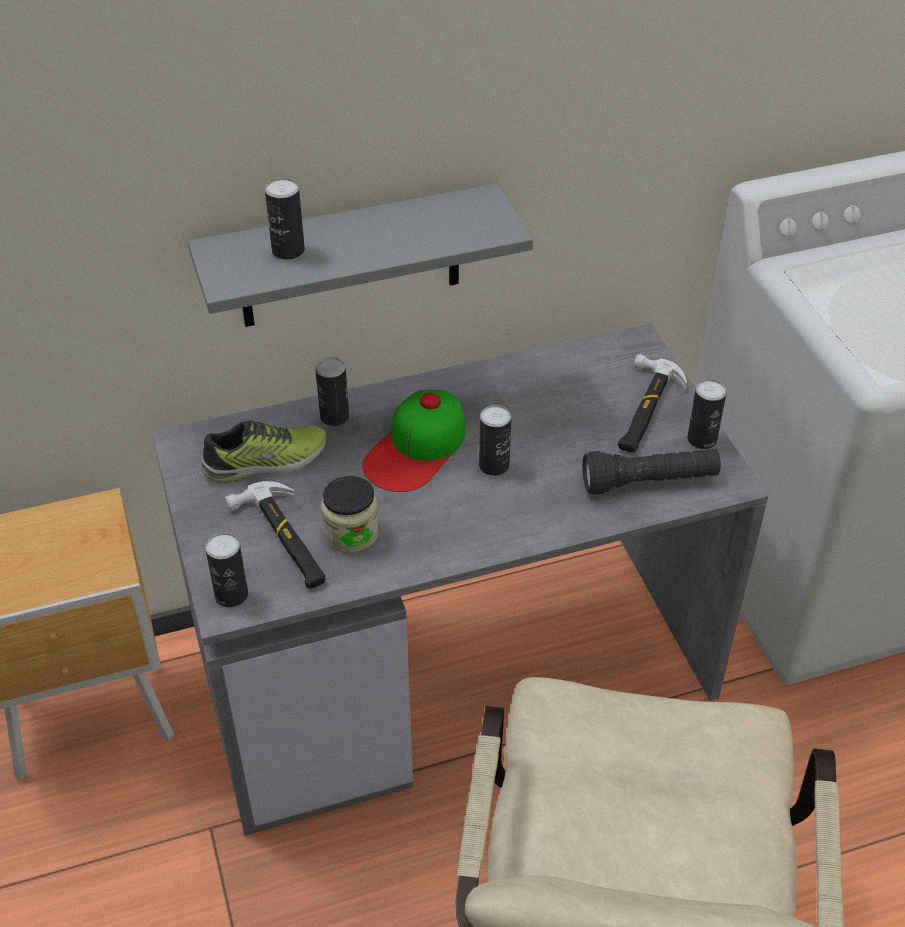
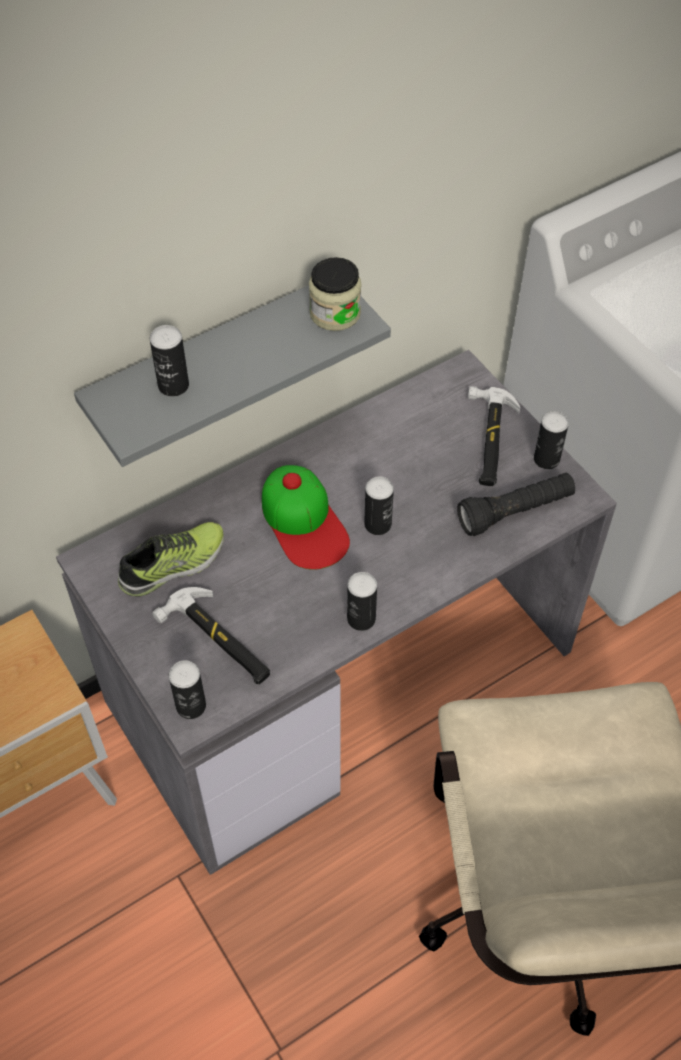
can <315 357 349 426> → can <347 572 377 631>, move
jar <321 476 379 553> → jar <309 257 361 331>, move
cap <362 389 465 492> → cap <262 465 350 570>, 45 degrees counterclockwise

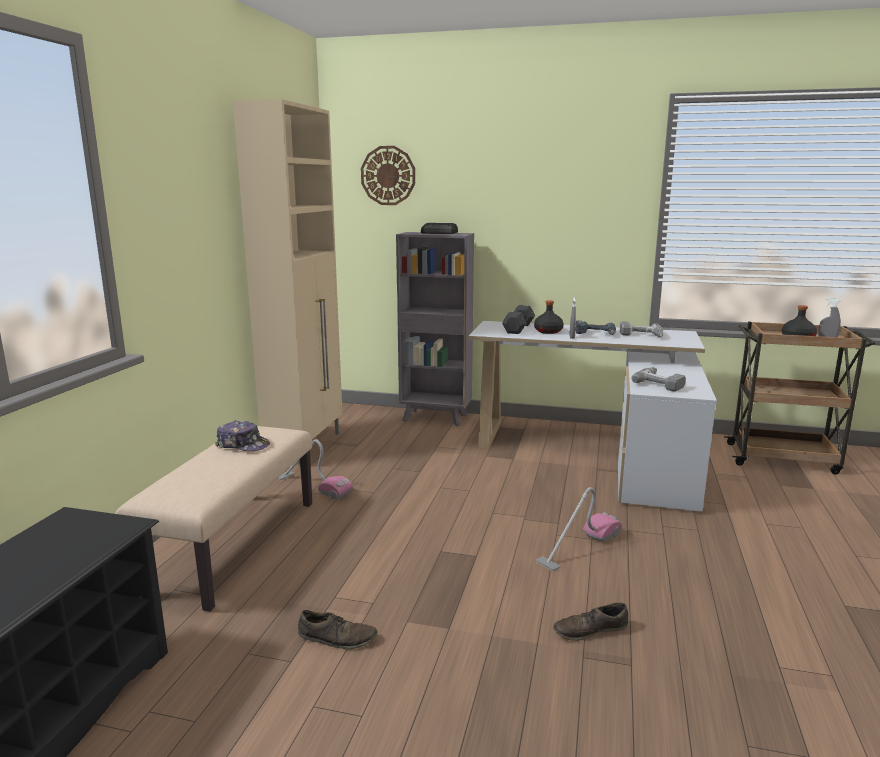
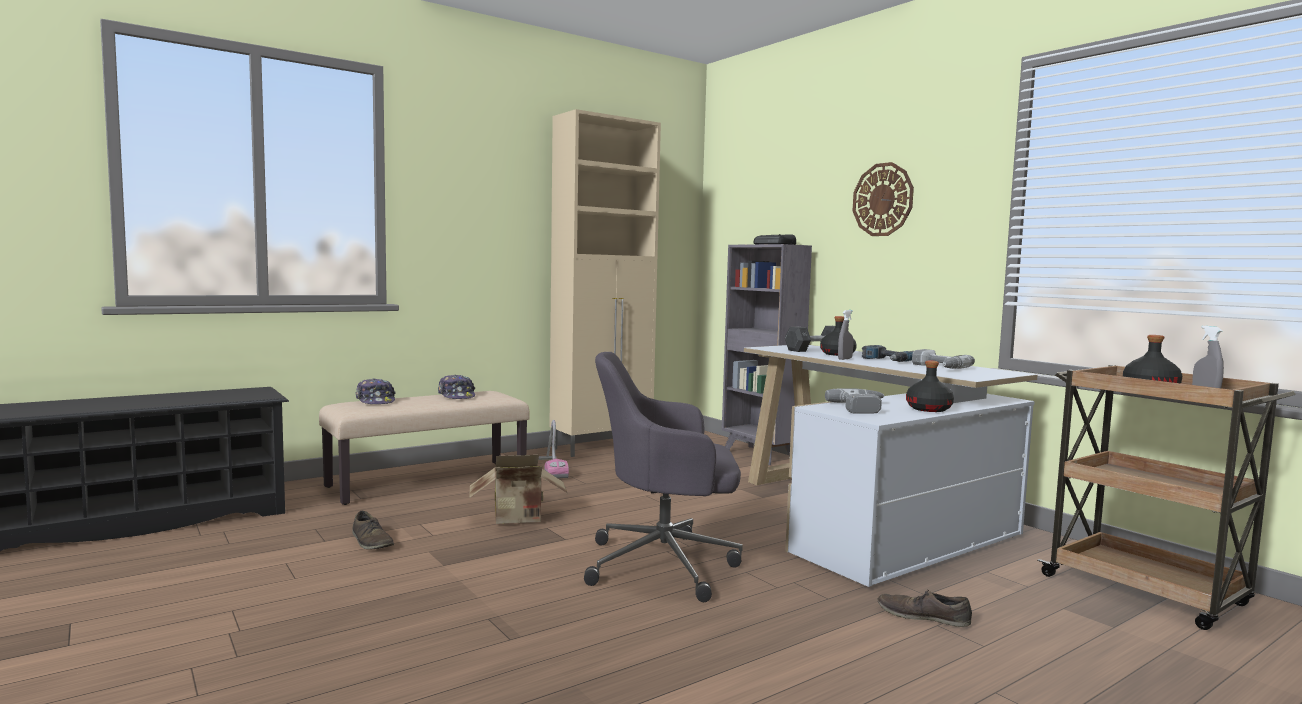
- → cap <356 378 396 404>
- → cardboard box <469 455 568 524>
- → black bottle <906 361 954 412>
wall clock <361 146 415 205> → wall clock <853 162 914 236>, move
brown shoe <553 602 628 641> → brown shoe <877 590 972 627>, move
vacuum cleaner <536 487 622 571> → grey office chair <584 352 743 602>

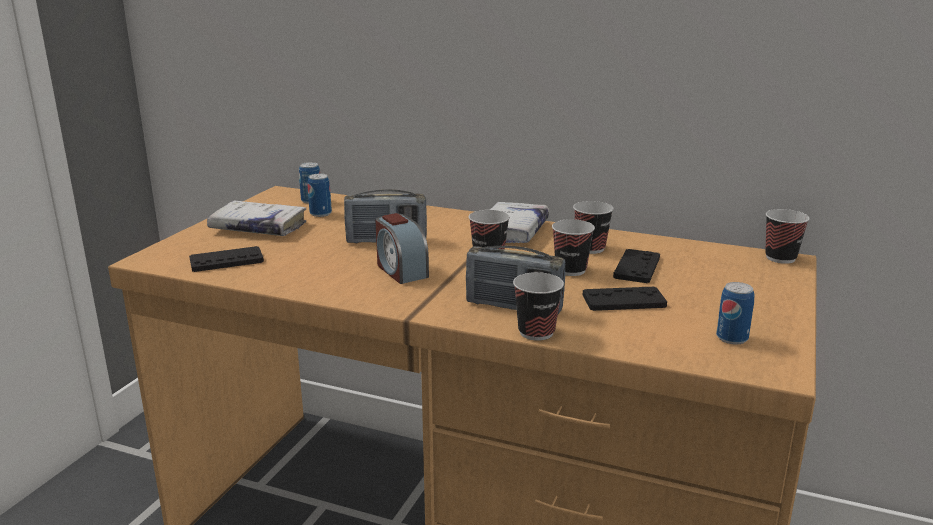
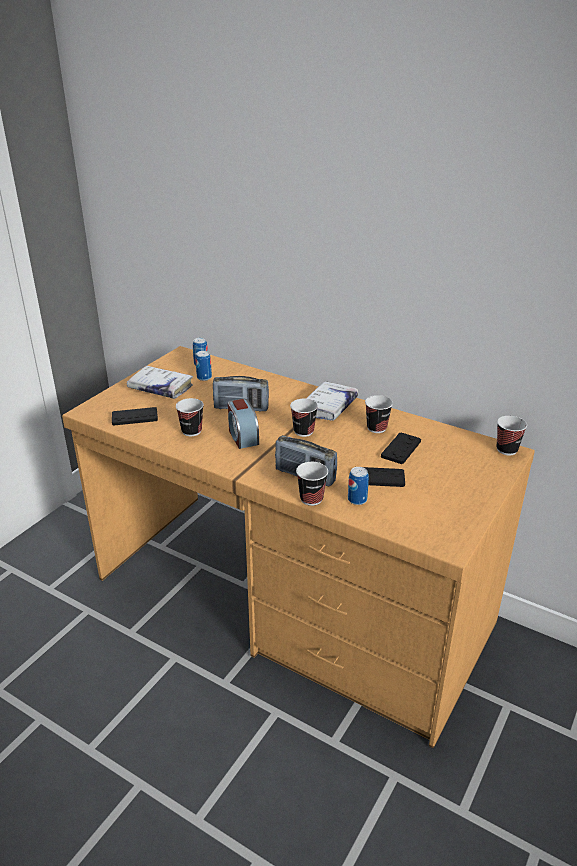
cup <552 219 595 276> → cup <176 398 204 436>, move
can <716 282 754 345> → can <348 467 369 505>, move

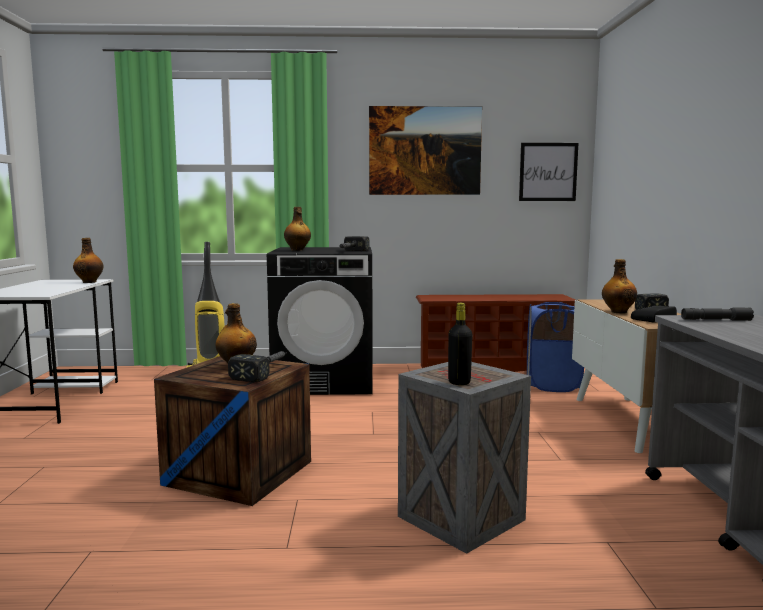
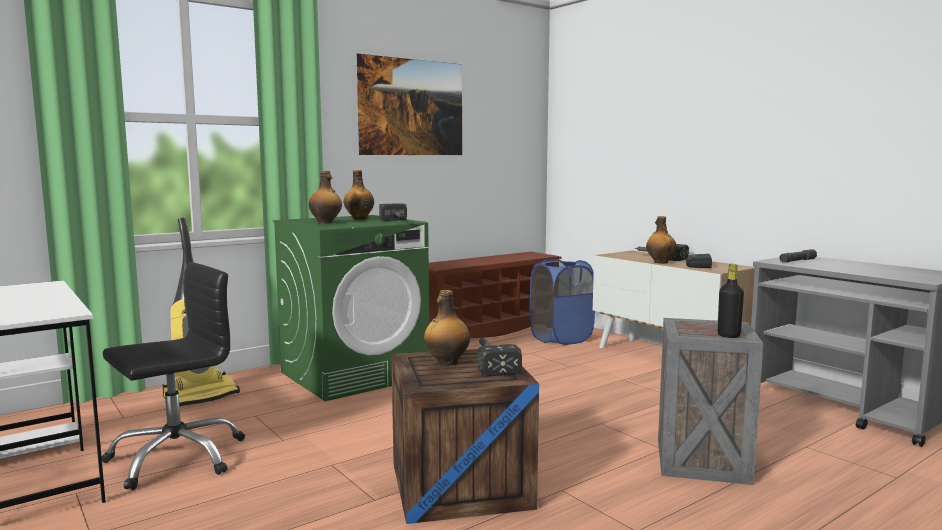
picture <519 143 578 201> → -
- → black office chair <101 262 245 490>
bottle <73 238 103 283> → bottle <344 170 374 220>, move
black washing machine <267 247 373 395> → green washing machine <273 215 429 401>

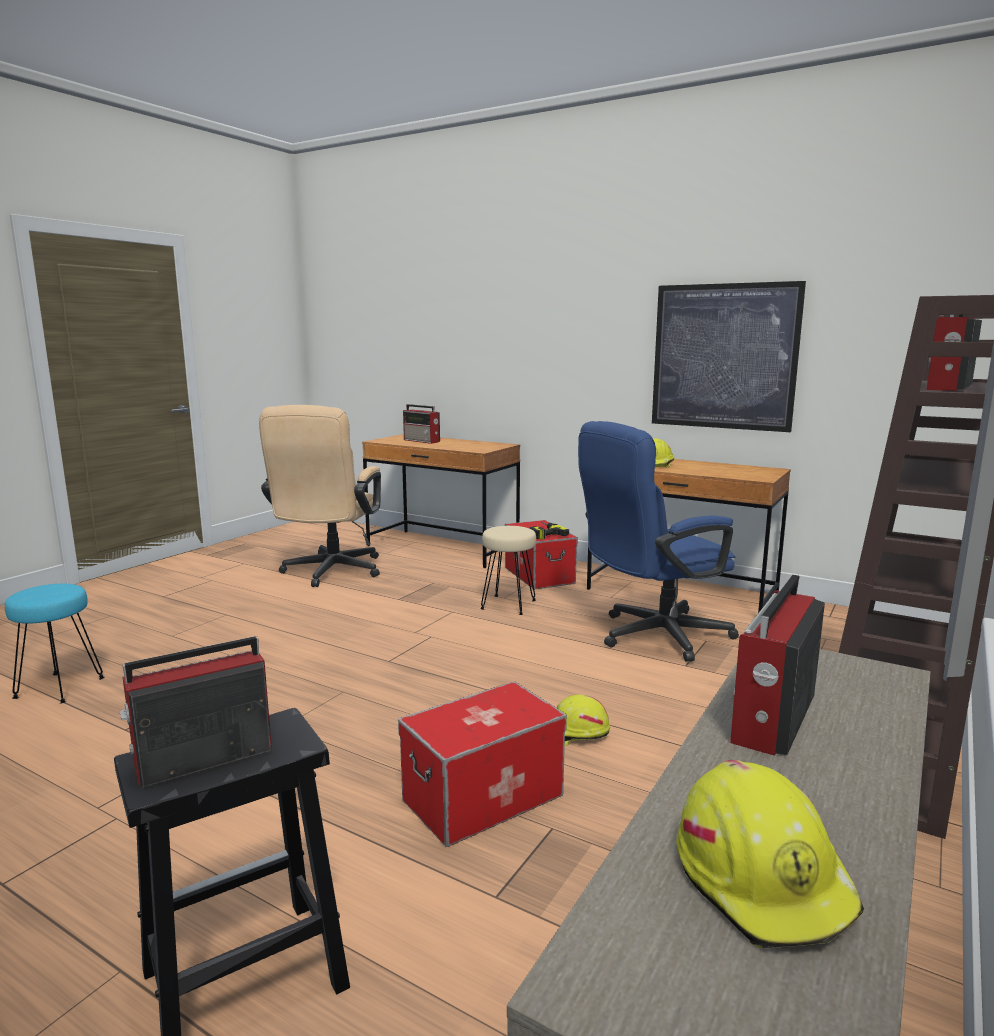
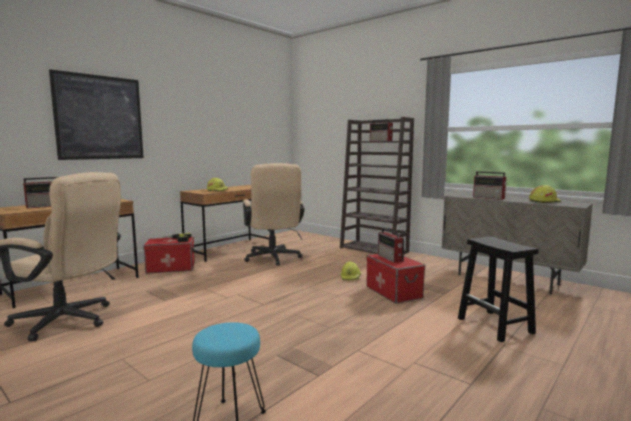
beige stool <480 526 536 615> → -
radio <120 636 272 787> → radio <378 228 404 263>, move
picture <652 281 806 432> → picture <49 69 144 160>, move
blue office chair <578 421 739 662> → beige office chair <243 163 305 266>

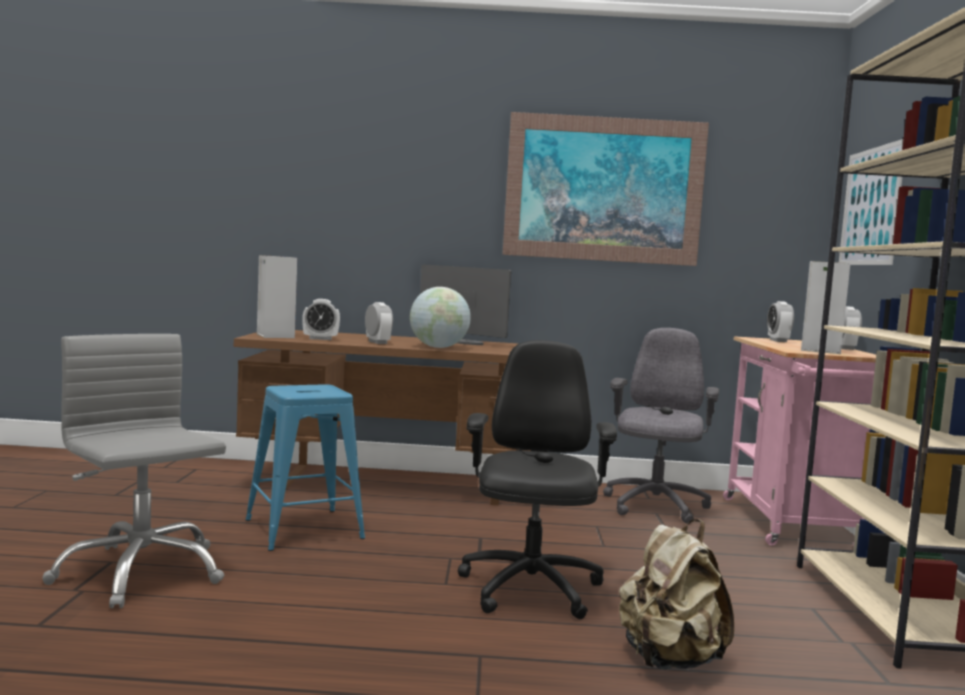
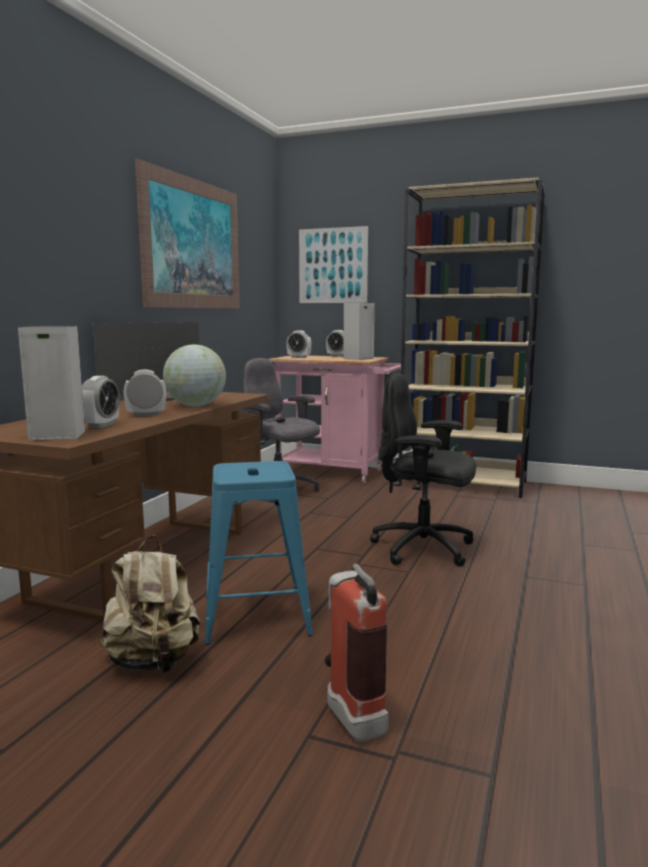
beige backpack <619 519 734 670> → beige backpack <99 535 201 673>, move
grey office chair <42 334 226 608> → fire extinguisher <325 563 388 742>

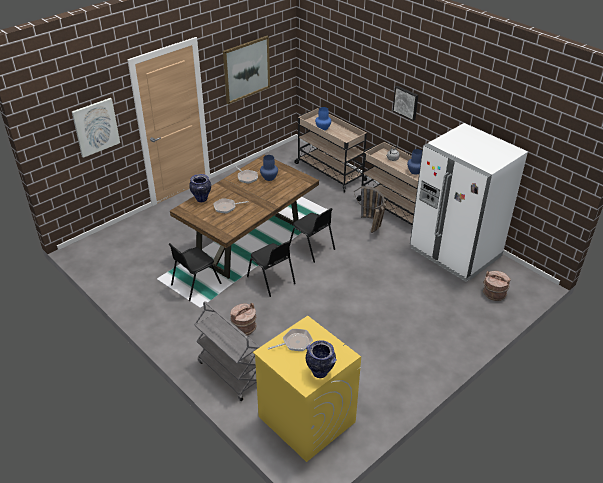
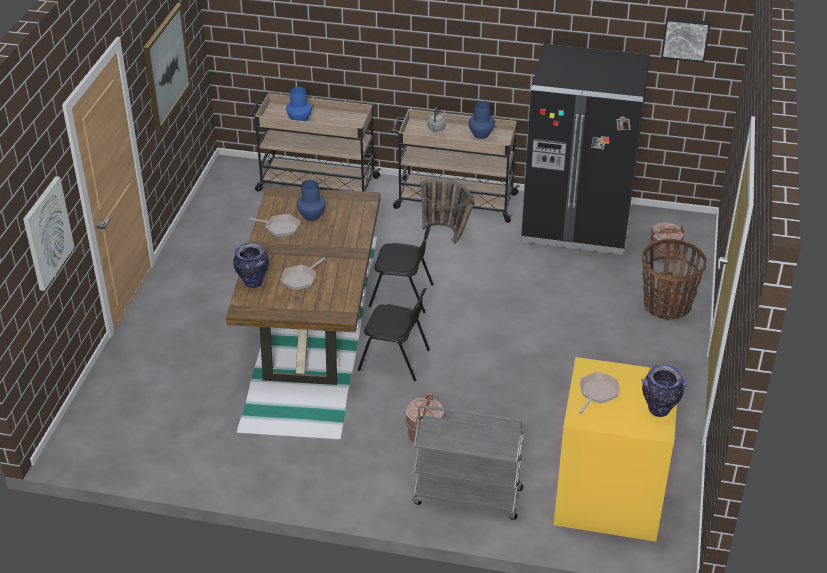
black chair <169 243 222 301> → -
- → basket <642 239 707 320>
picture <393 86 418 121> → picture <661 17 711 63>, move
white fridge <410 123 528 282> → black fridge <521 44 650 255>

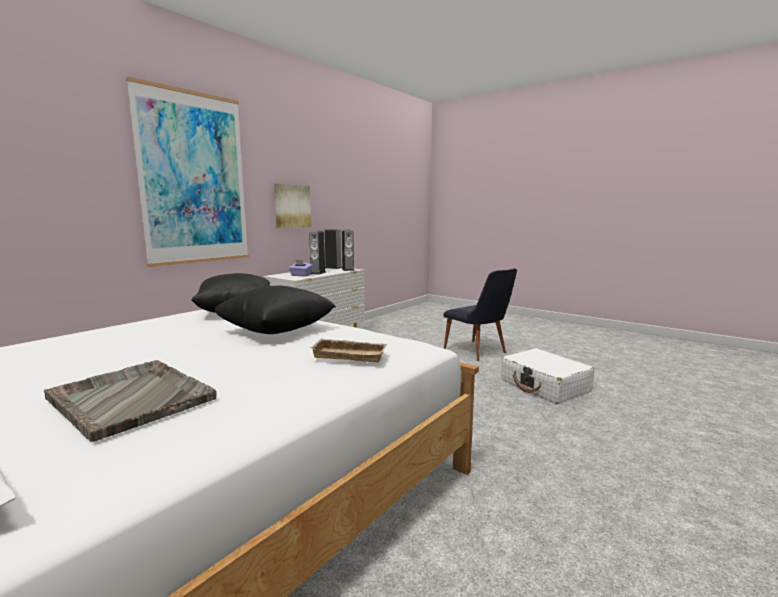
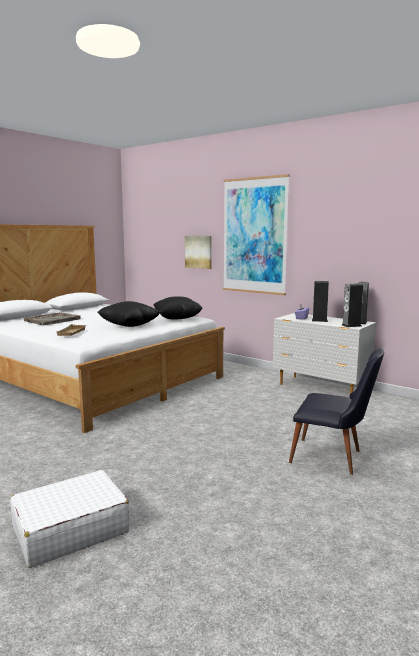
picture <274 184 311 228> → picture <185 236 212 269>, move
white suitcase <501 348 594 404> → white suitcase <10 470 130 568>, move
black chair <443 268 517 361> → black chair <289 348 384 475>, 120 degrees counterclockwise

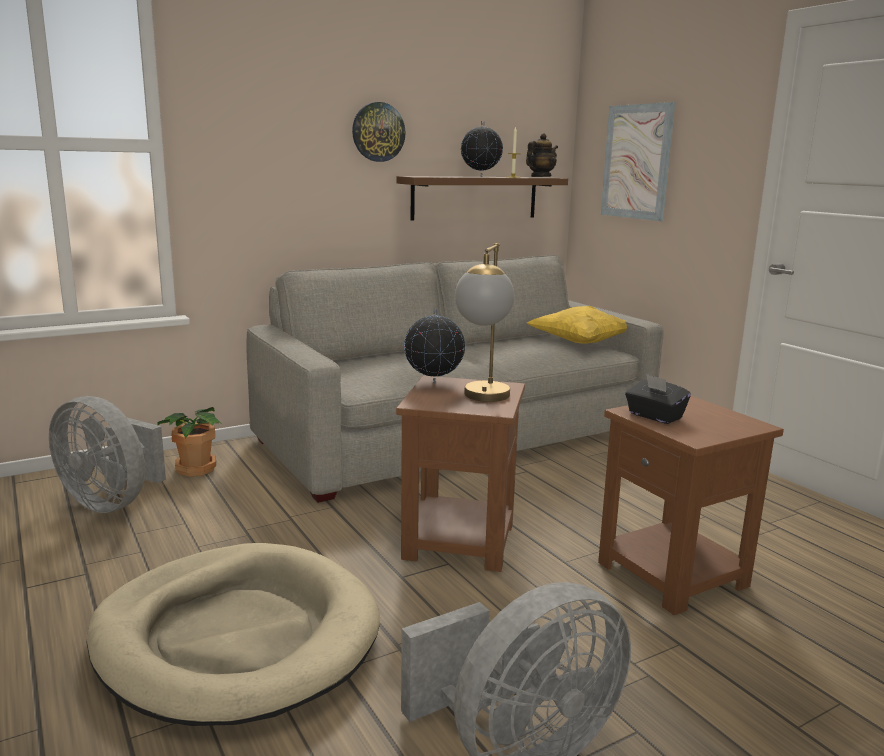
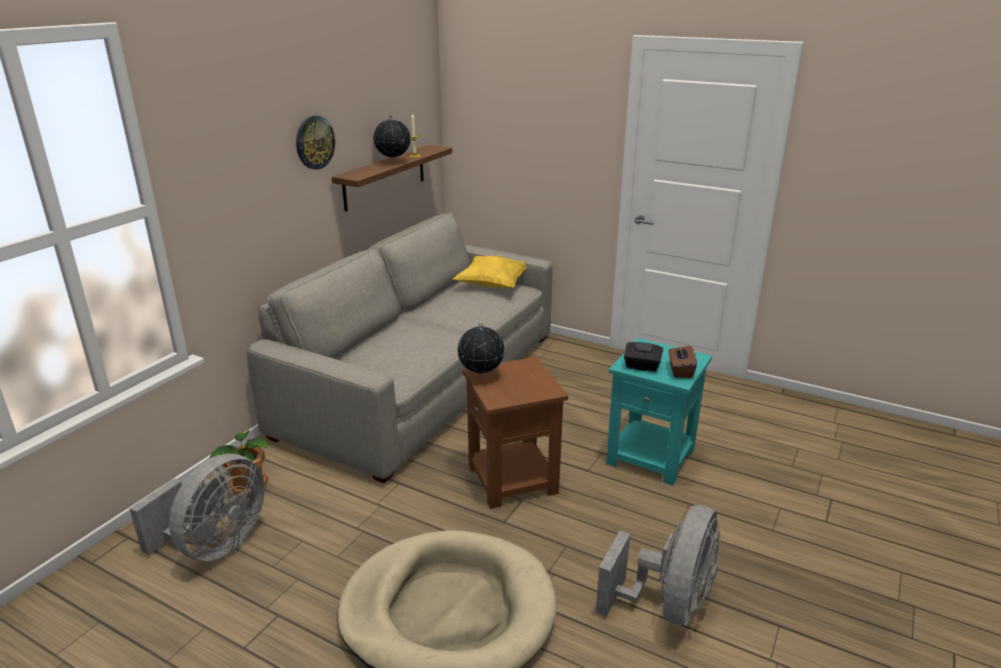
table lamp <455 243 515 402> → -
teapot <526 133 558 177> → -
picture <601 102 675 221> → -
- → brown tissue box <668 343 697 378>
brown side table <598 396 784 615> → turquoise side table <606 338 712 486>
grey fan <49 396 166 513> → grey fan <129 454 265 561>, 60 degrees counterclockwise

